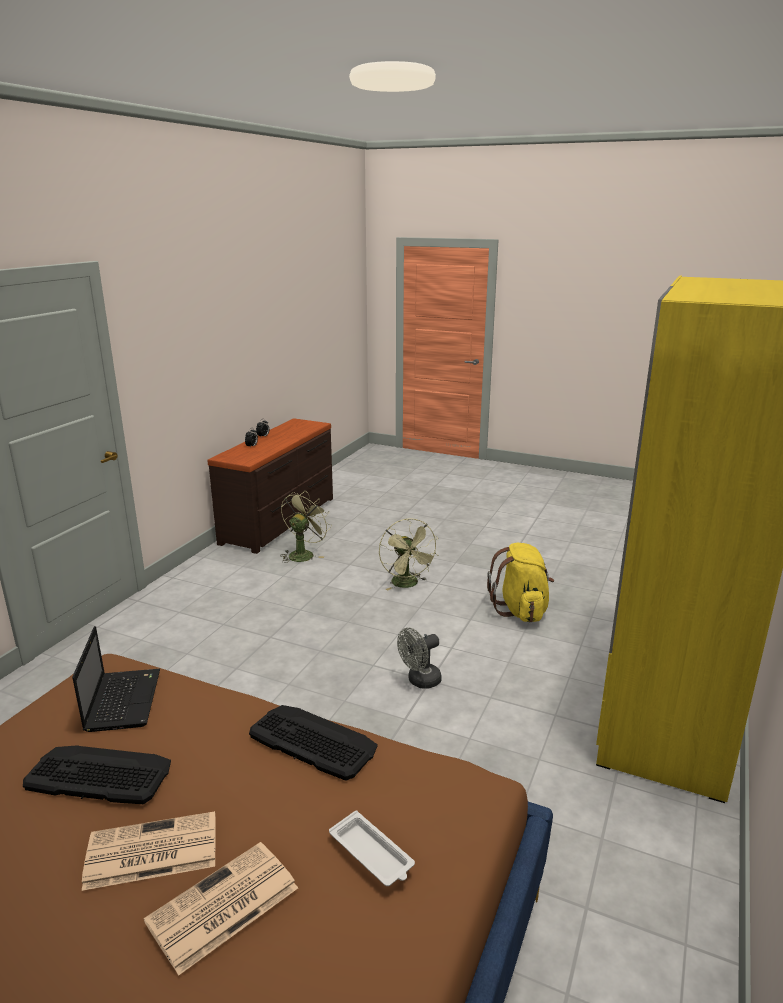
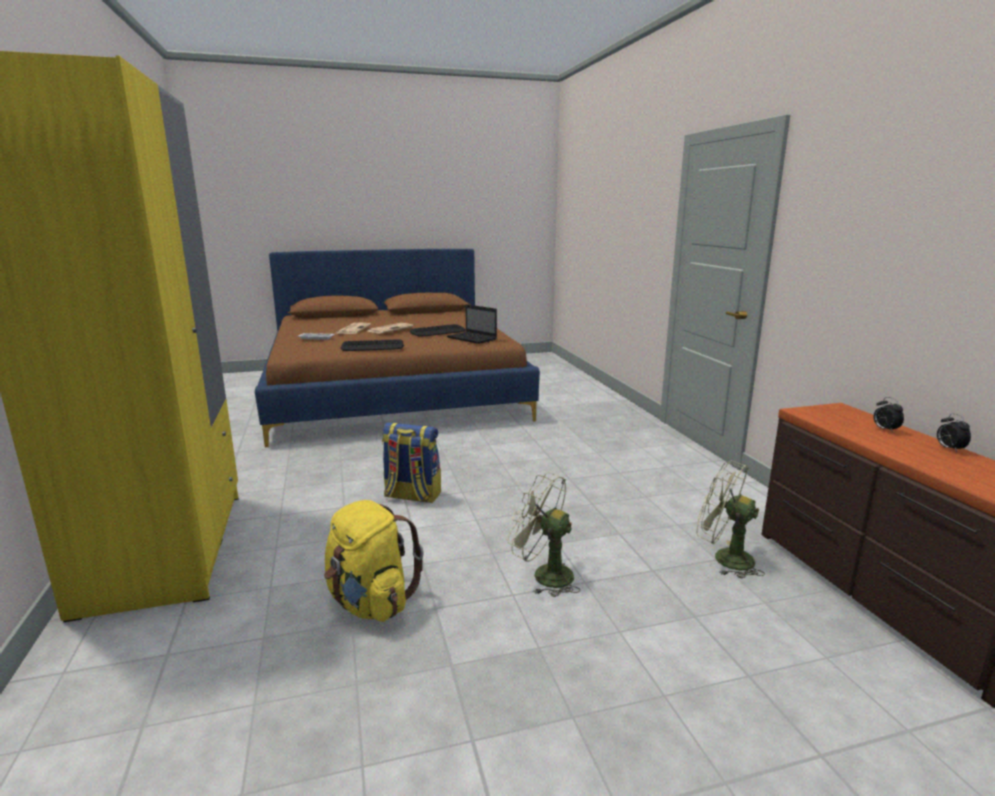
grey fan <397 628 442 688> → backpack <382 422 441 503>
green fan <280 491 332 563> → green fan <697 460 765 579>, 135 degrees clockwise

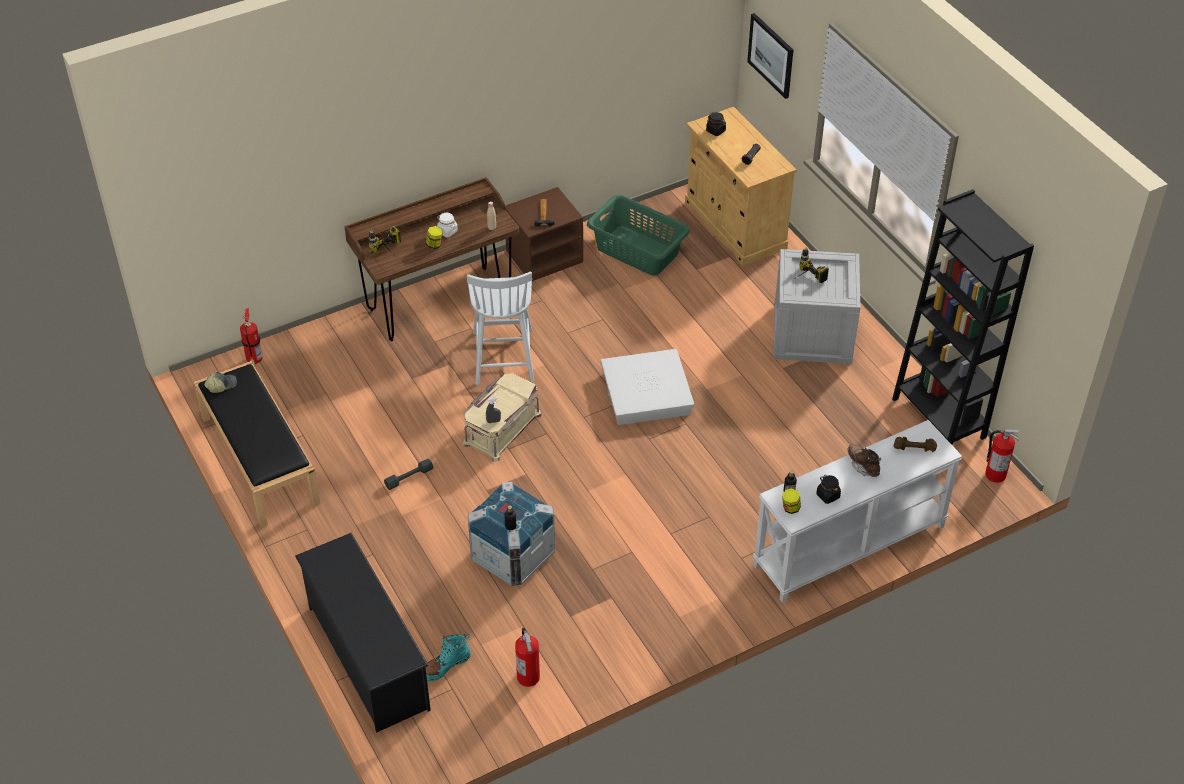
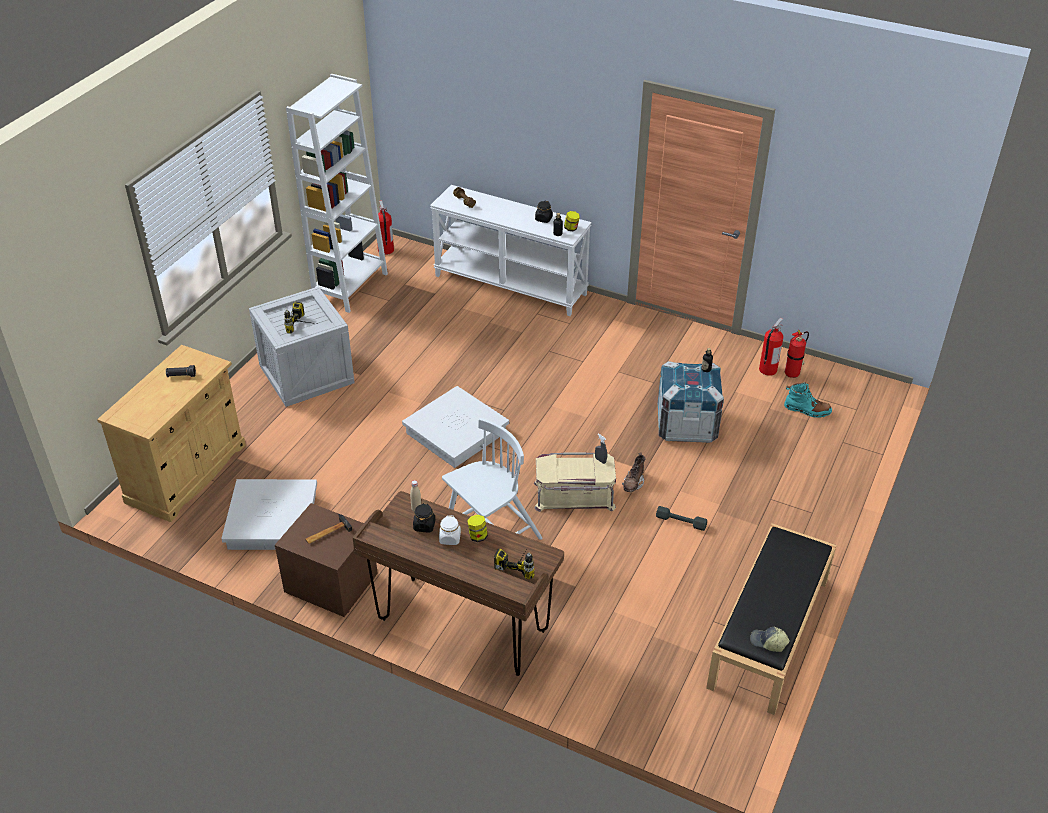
black shoe rack <295 533 431 732> → -
picture <747 13 793 99> → -
fire extinguisher <240 308 263 365> → fire extinguisher <785 330 809 378>, move
black jar <706 112 726 136> → black jar <413 503 435 533>, move
brown boot <847 444 881 477> → brown boot <622 453 646 492>, move
green laundry basket <587 195 690 276> → white storage box <221 479 317 550>
black bookcase <892 189 1034 445> → white bookcase <286 74 388 313>

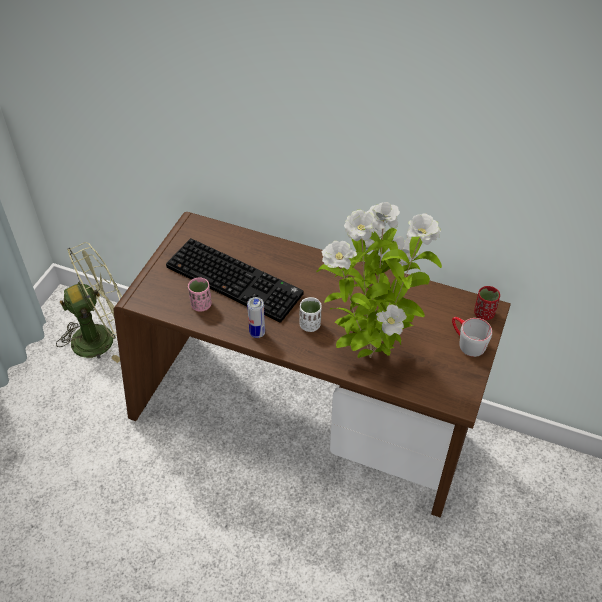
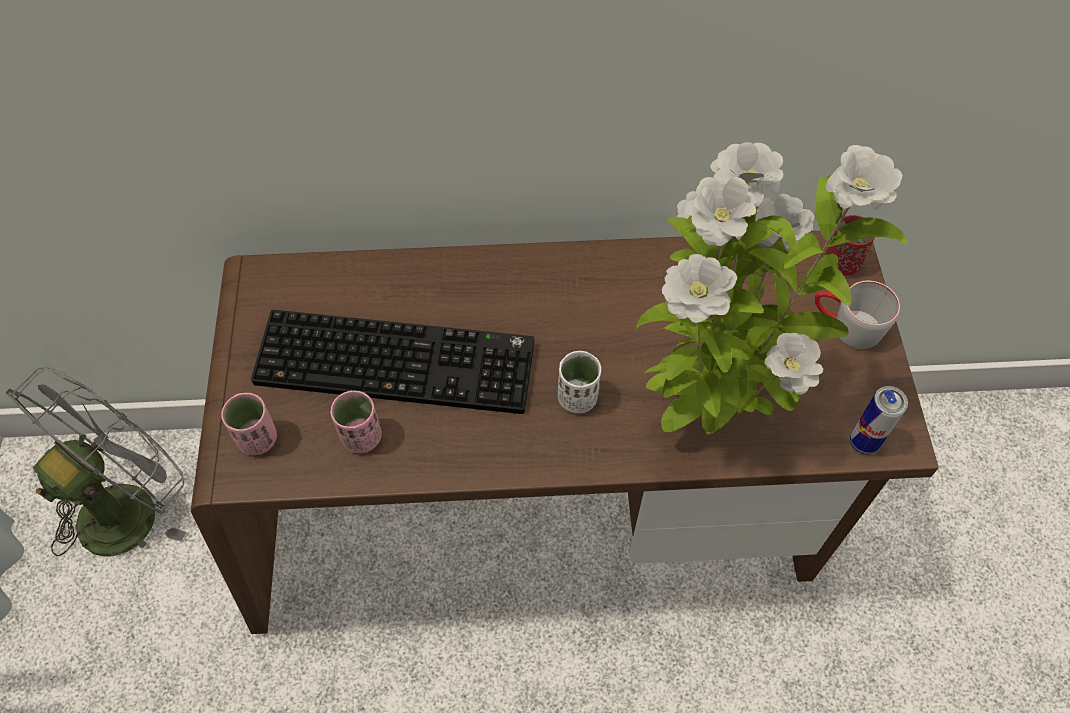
- → pink cup <221 393 277 455>
can <247 297 265 338> → can <850 386 908 455>, move
green fan <56 242 122 363> → grey fan <6 367 186 557>

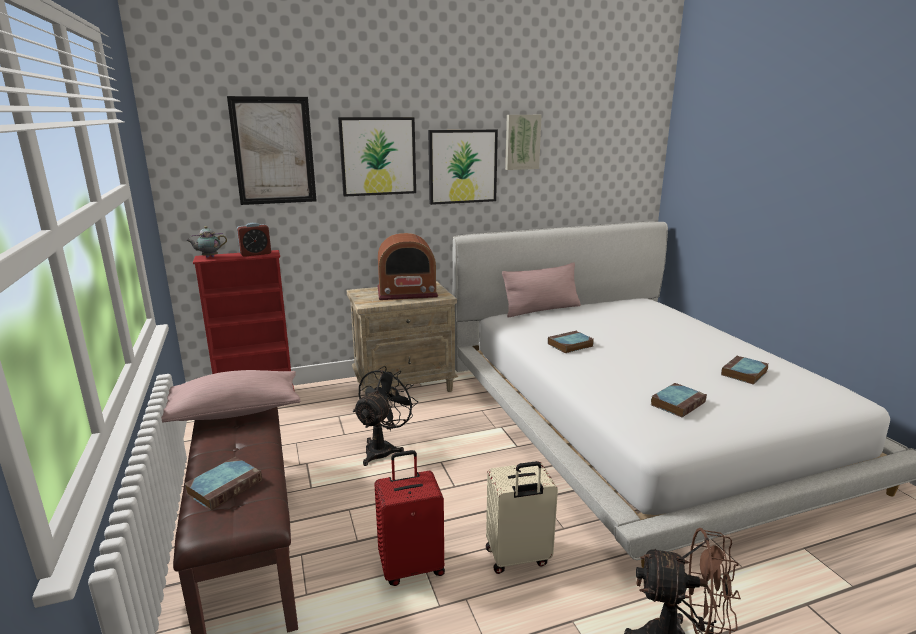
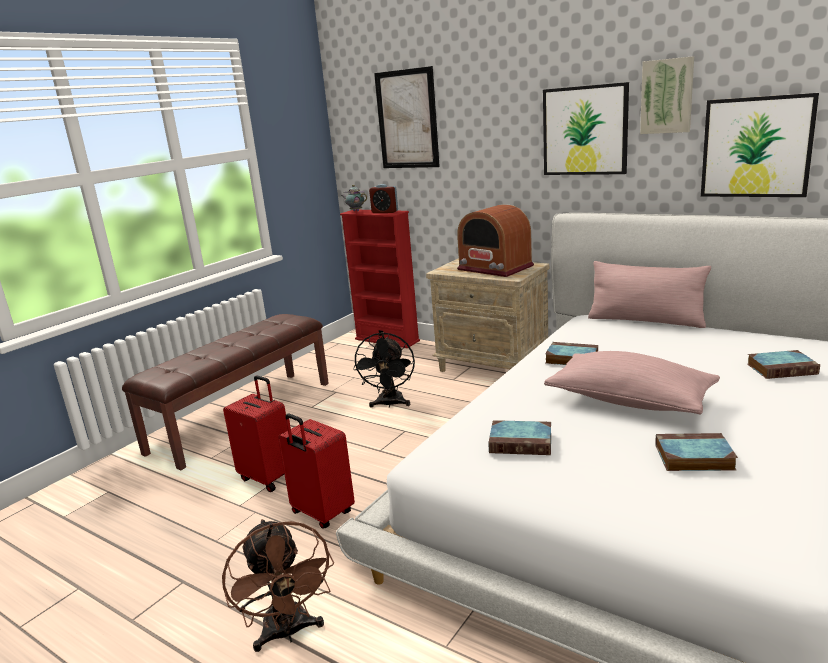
pink pillow <161 370 301 423> → pink pillow <544 351 720 415>, move
book <184 457 262 511> → book <747 350 820 379>, move
picture <338 117 416 197> → picture <701 93 819 197>, move
beige suitcase <486 461 558 574> → red suitcase <278 414 355 529>
black fan <353 366 418 466> → black fan <353 332 415 408>, 105 degrees clockwise

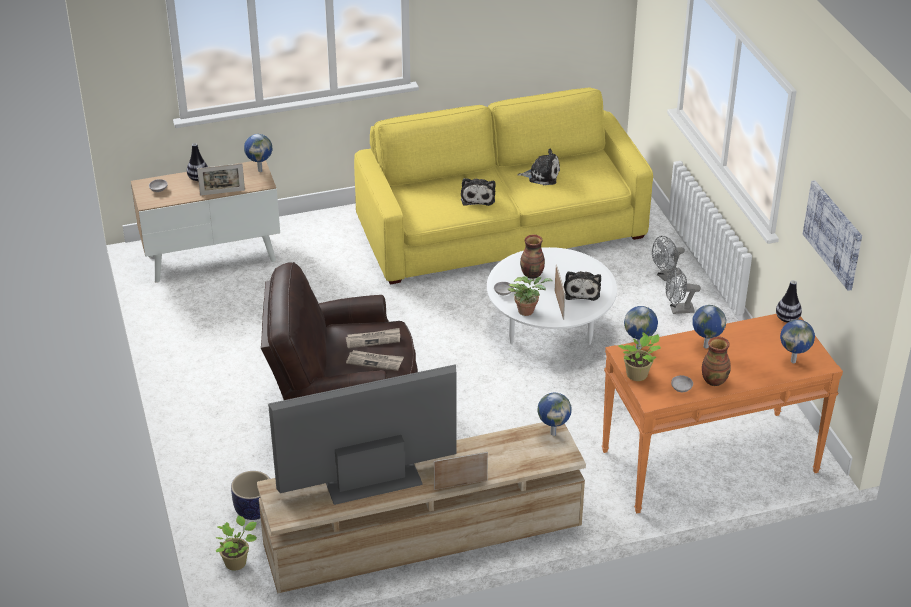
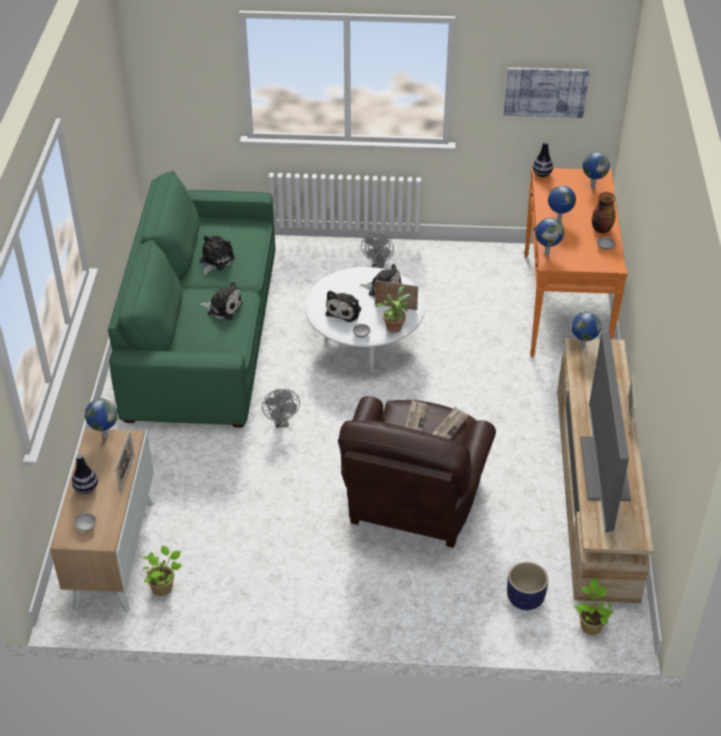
potted plant <618 333 661 381> → potted plant <143 546 182 596>, move
grey fan <652 236 685 281> → grey fan <262 389 300 428>, move
vase <520 235 545 279> → plush toy <326 291 361 322>
yellow sofa <354 88 653 284> → green sofa <108 170 276 427>

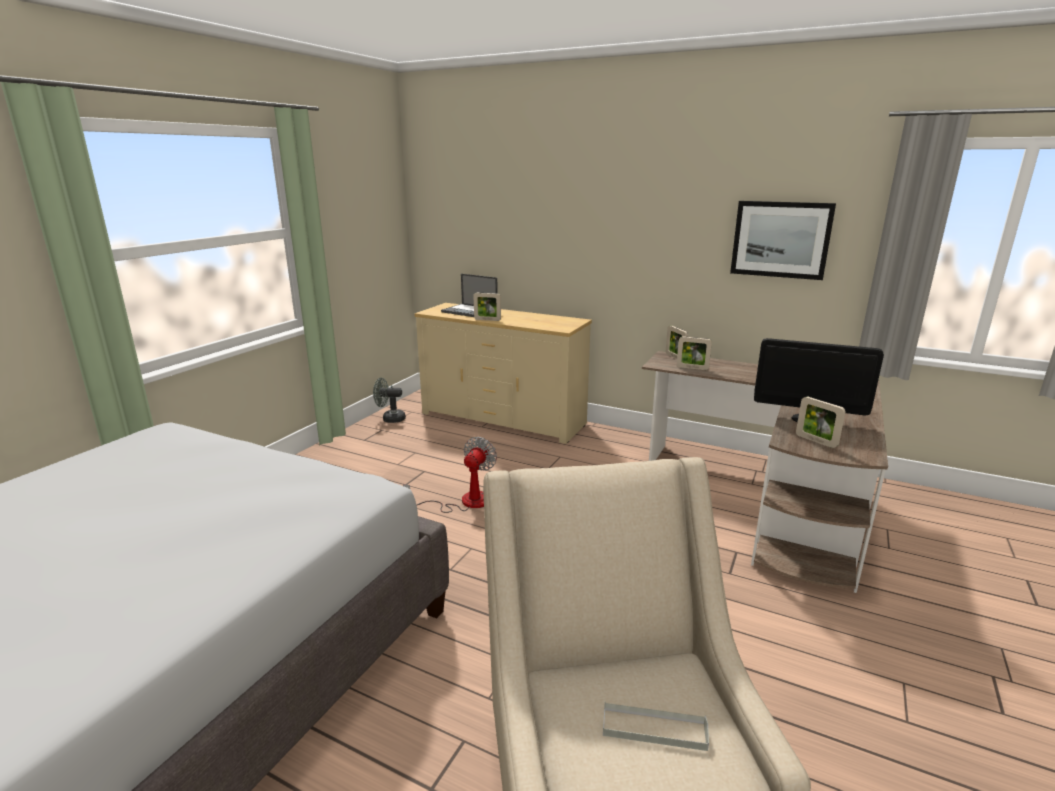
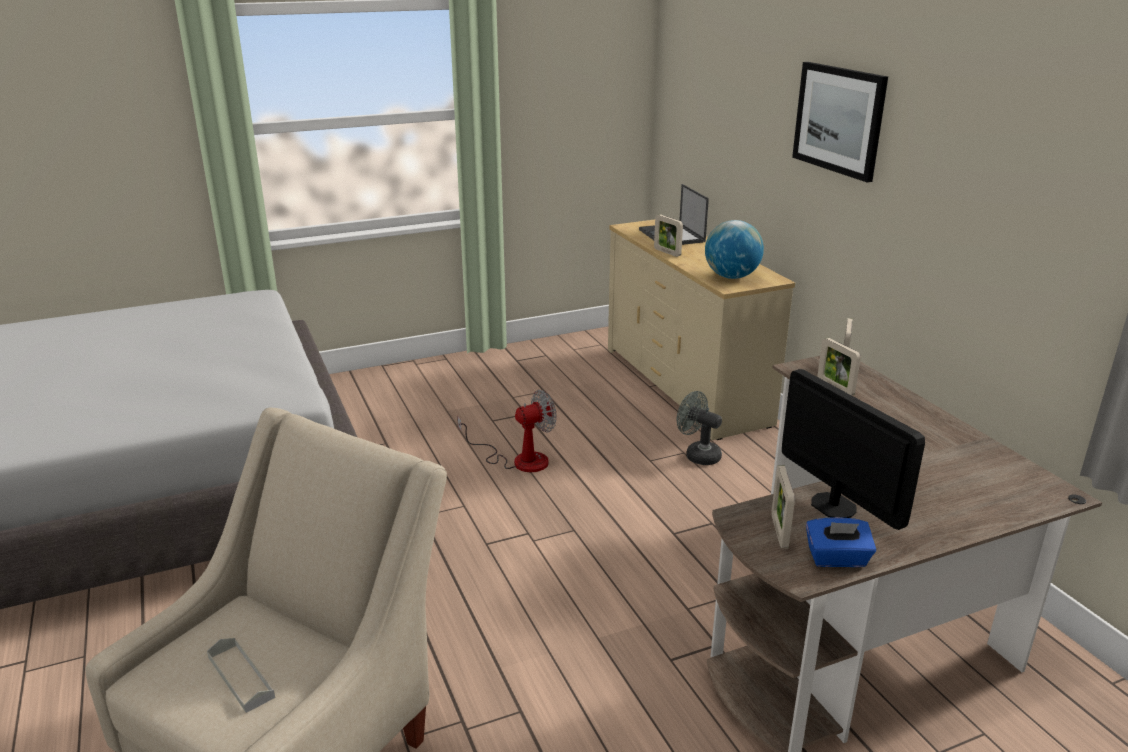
- → globe <705 220 764 279>
- → blue tissue box <806 517 876 567>
grey fan <373 378 406 423> → grey fan <677 391 722 465>, move
picture <730 201 836 280> → picture <792 62 888 182>, move

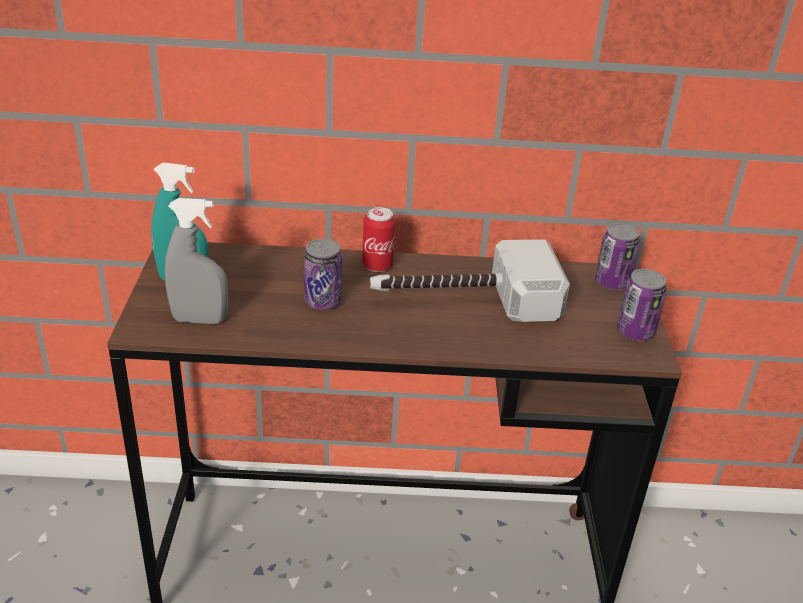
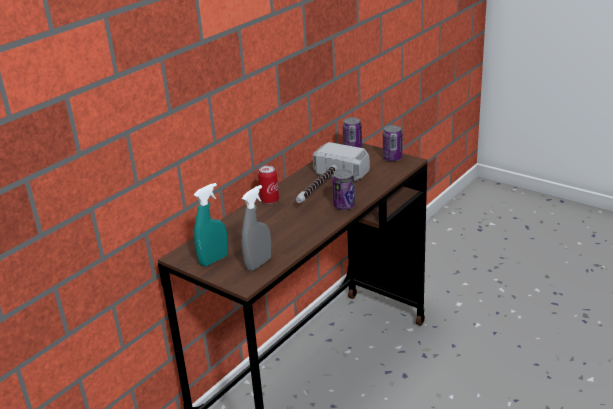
can <304 239 343 309> → can <332 170 355 210>, move

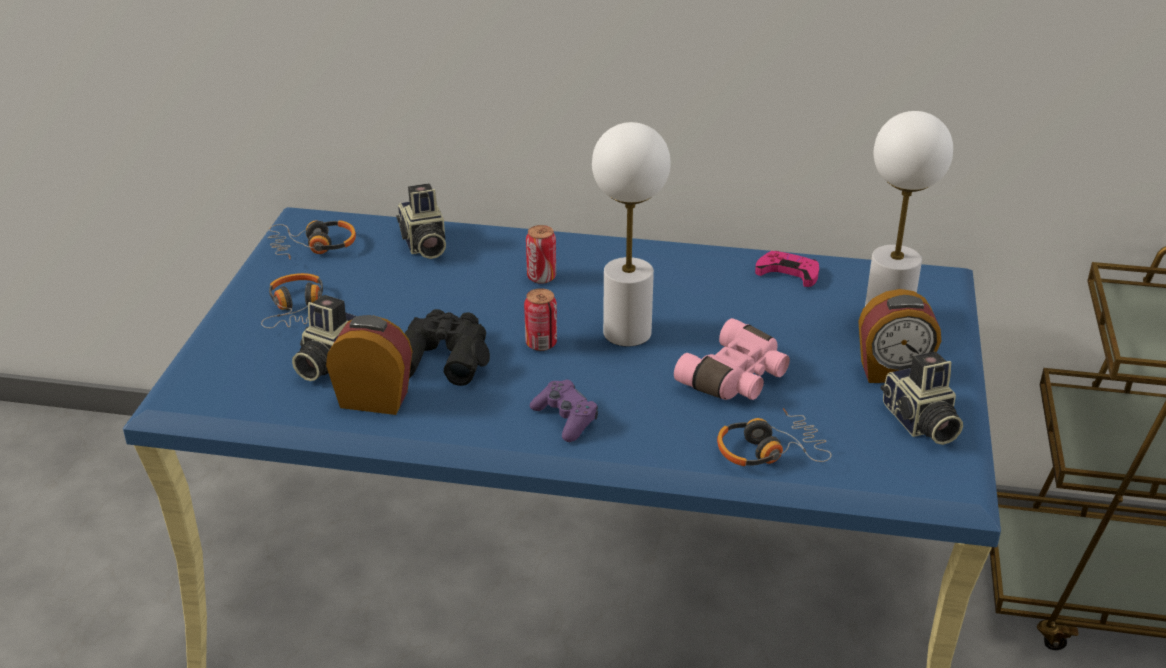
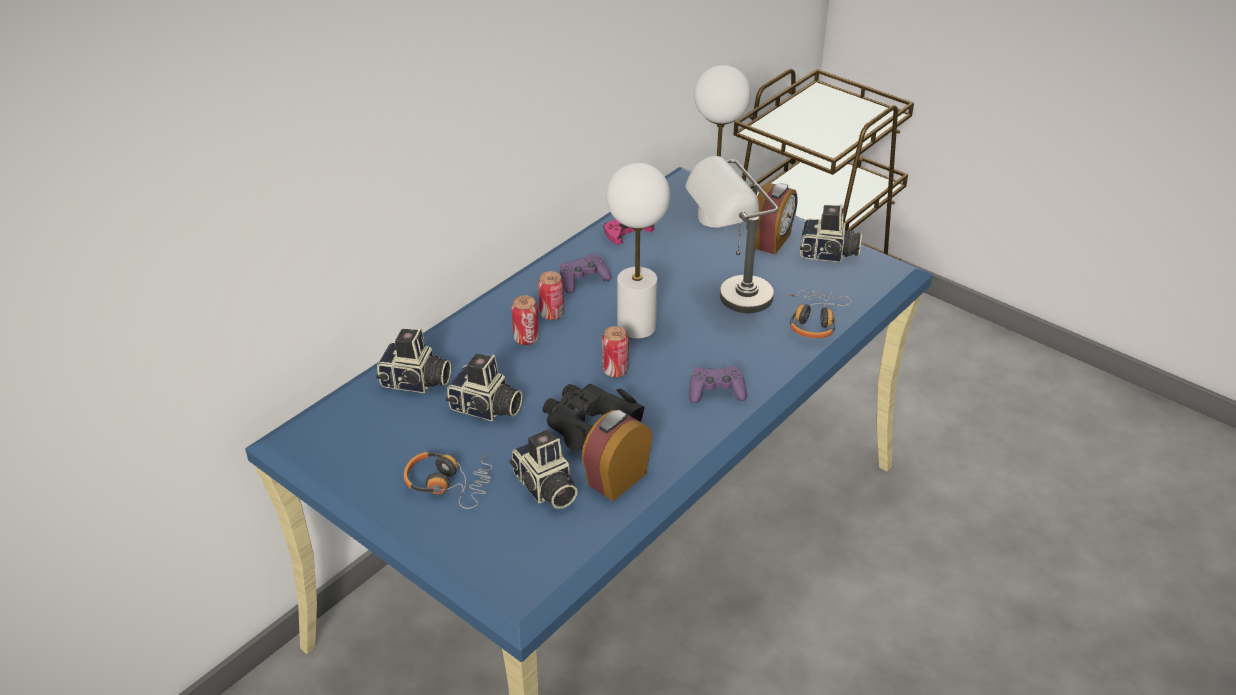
headphones <267 220 356 260> → -
- → photo camera <445 354 523 421>
- → can <538 271 564 320>
- → purple game controller <560 254 612 294>
pink binoculars <674 318 790 400> → grey table lamp <685 156 778 313>

